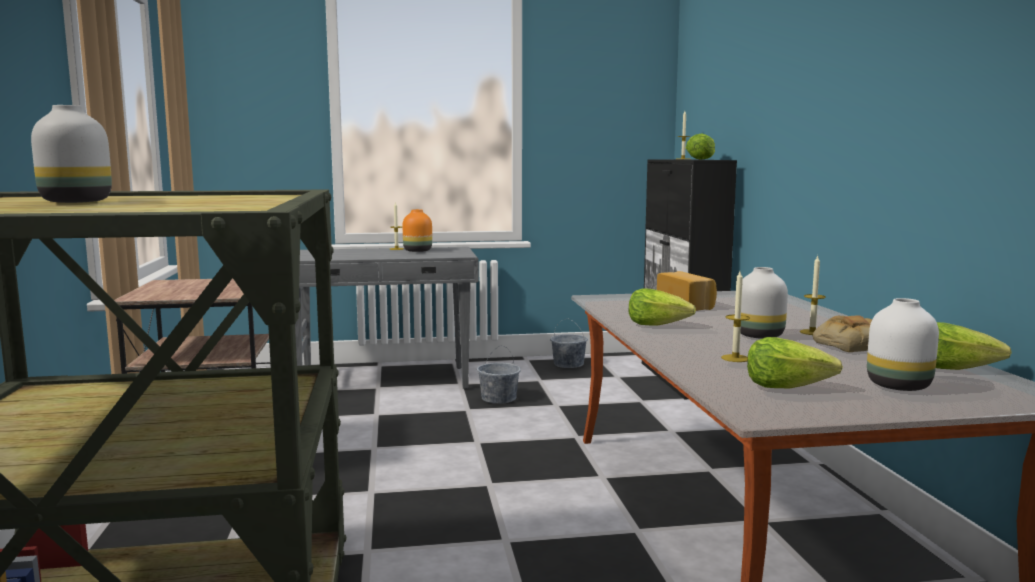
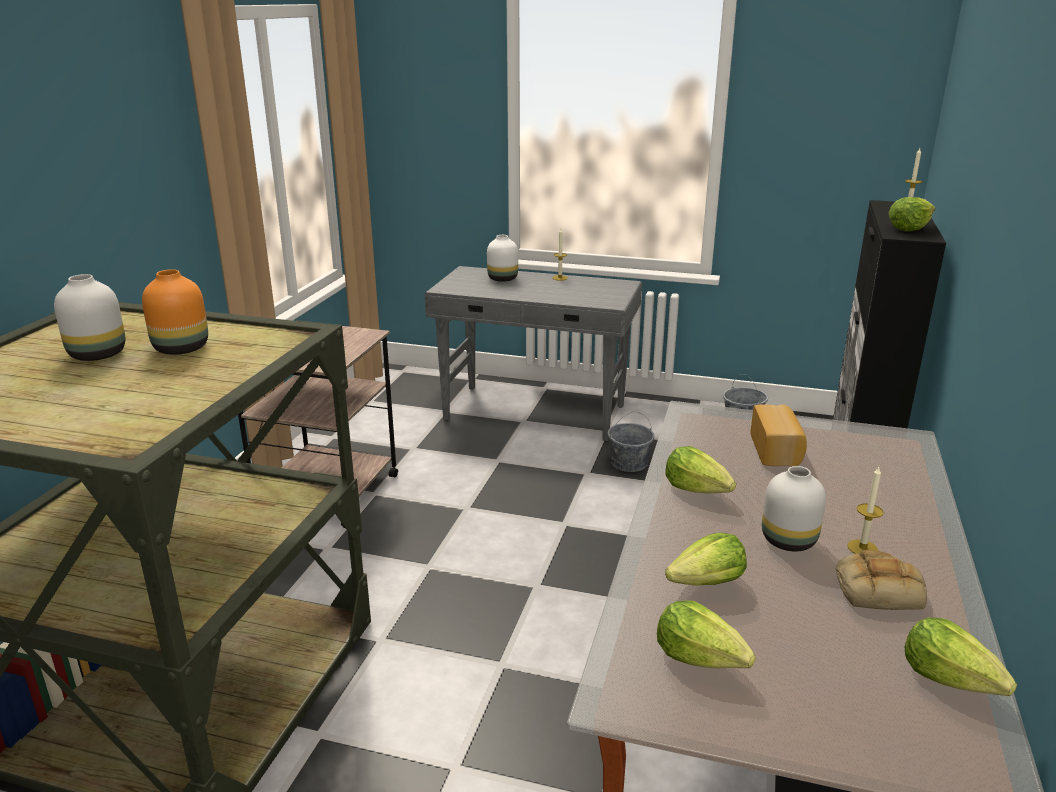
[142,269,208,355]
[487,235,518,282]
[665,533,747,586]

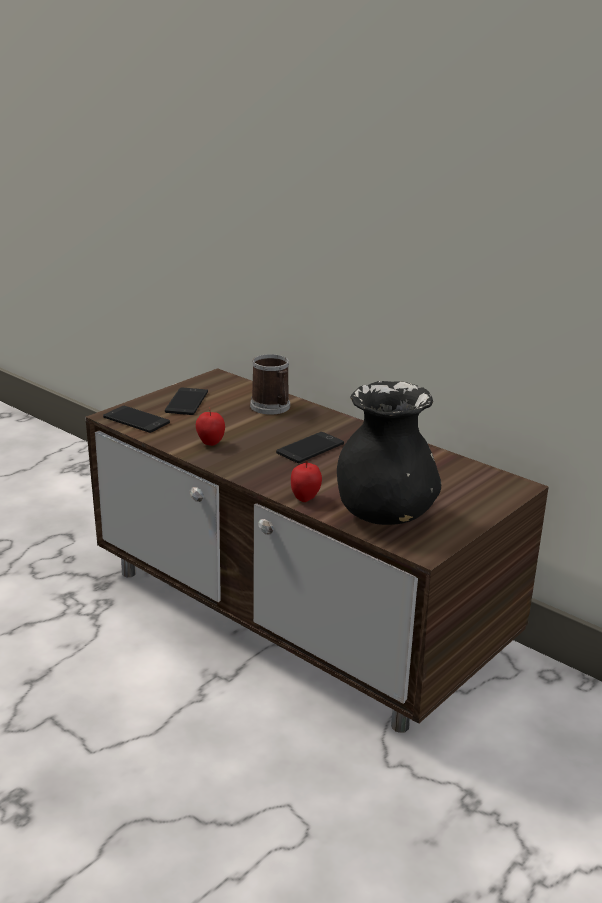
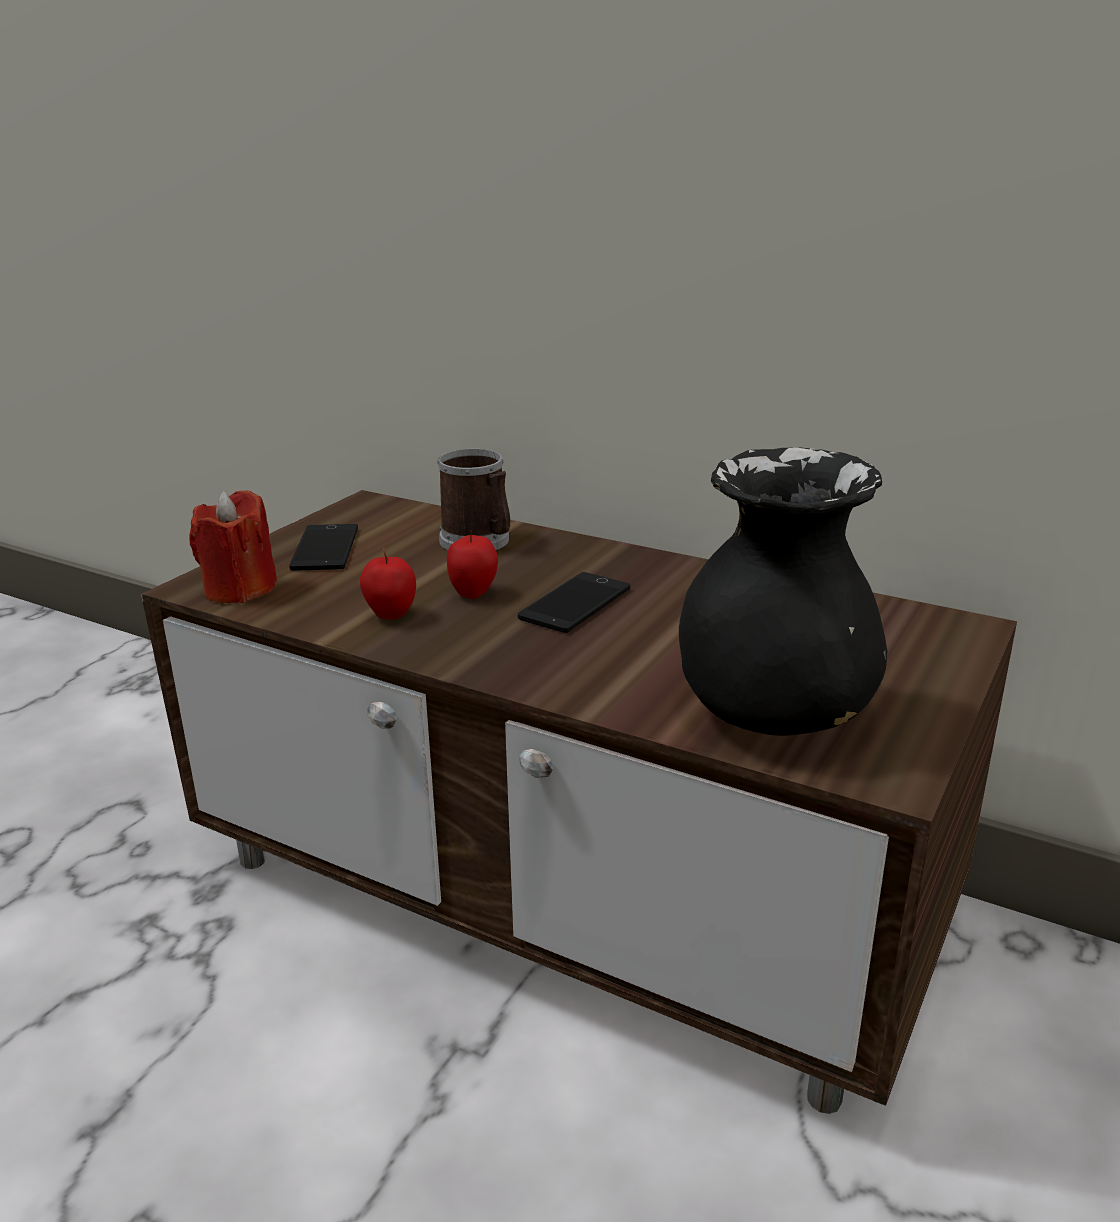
[189,490,277,603]
[447,530,498,599]

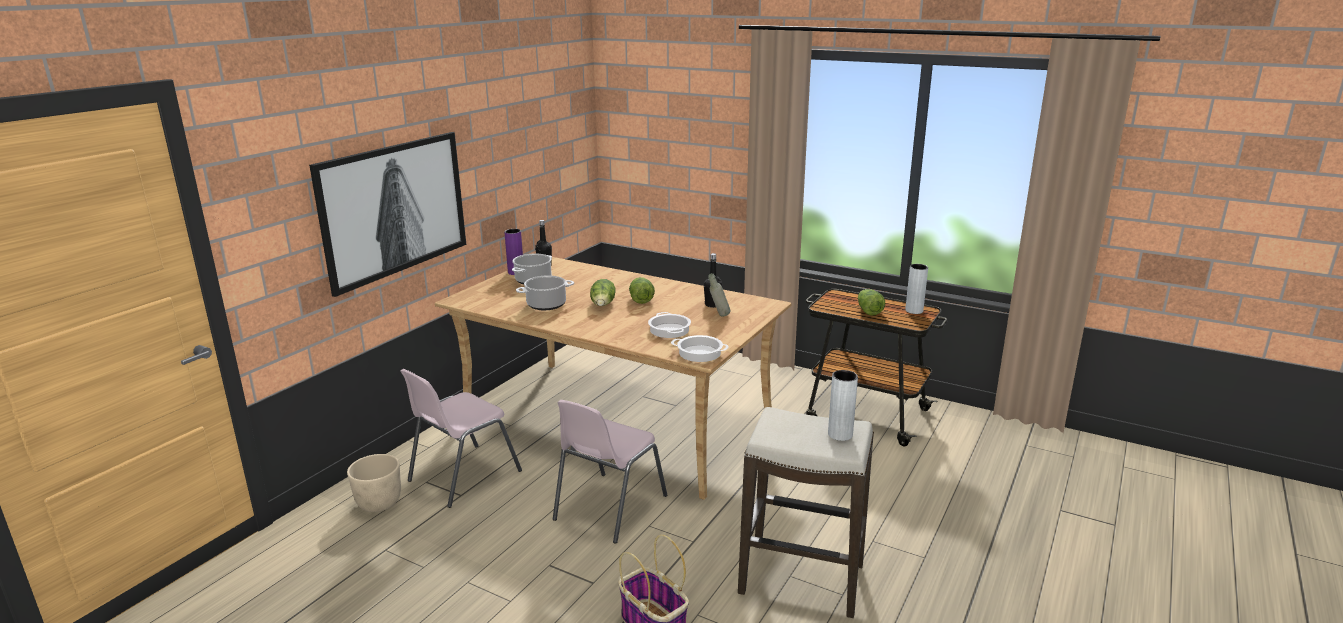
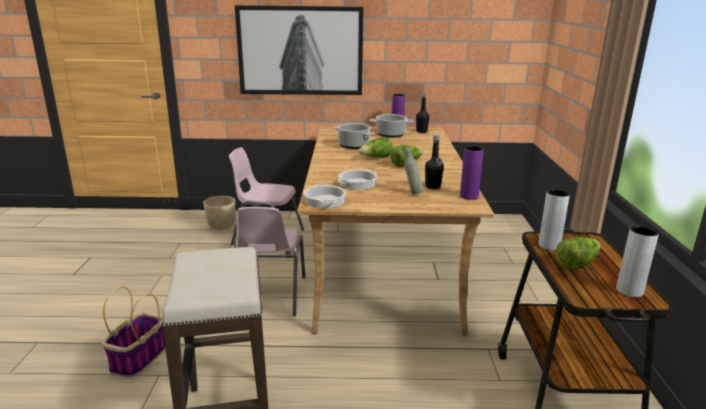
[232,207,305,316]
[460,146,484,200]
[538,189,570,250]

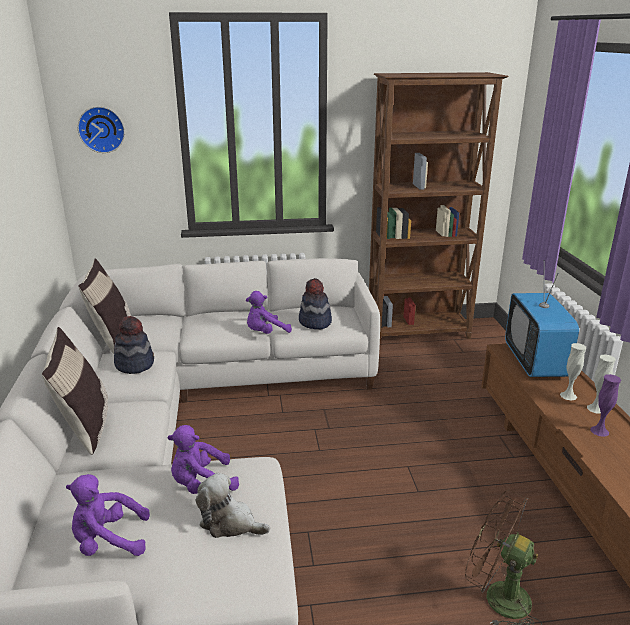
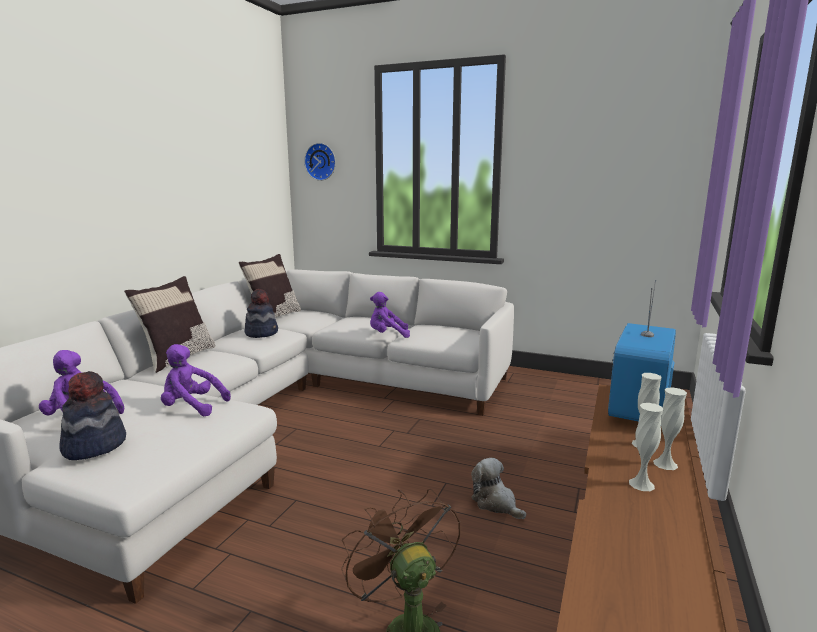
[59,371,126,460]
[471,458,526,519]
[629,403,664,491]
[369,72,508,341] (first image)

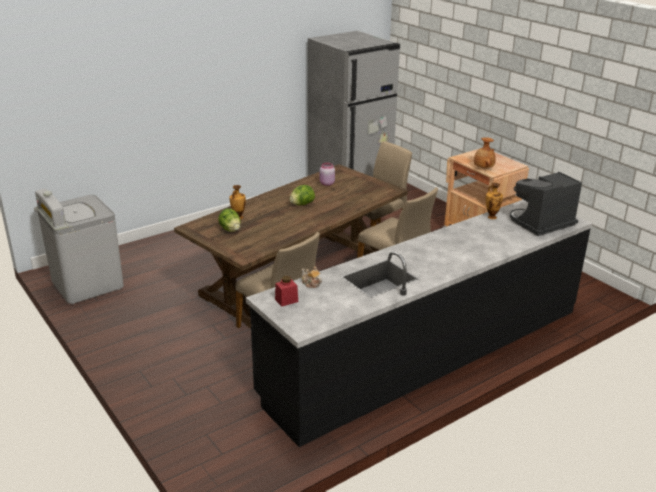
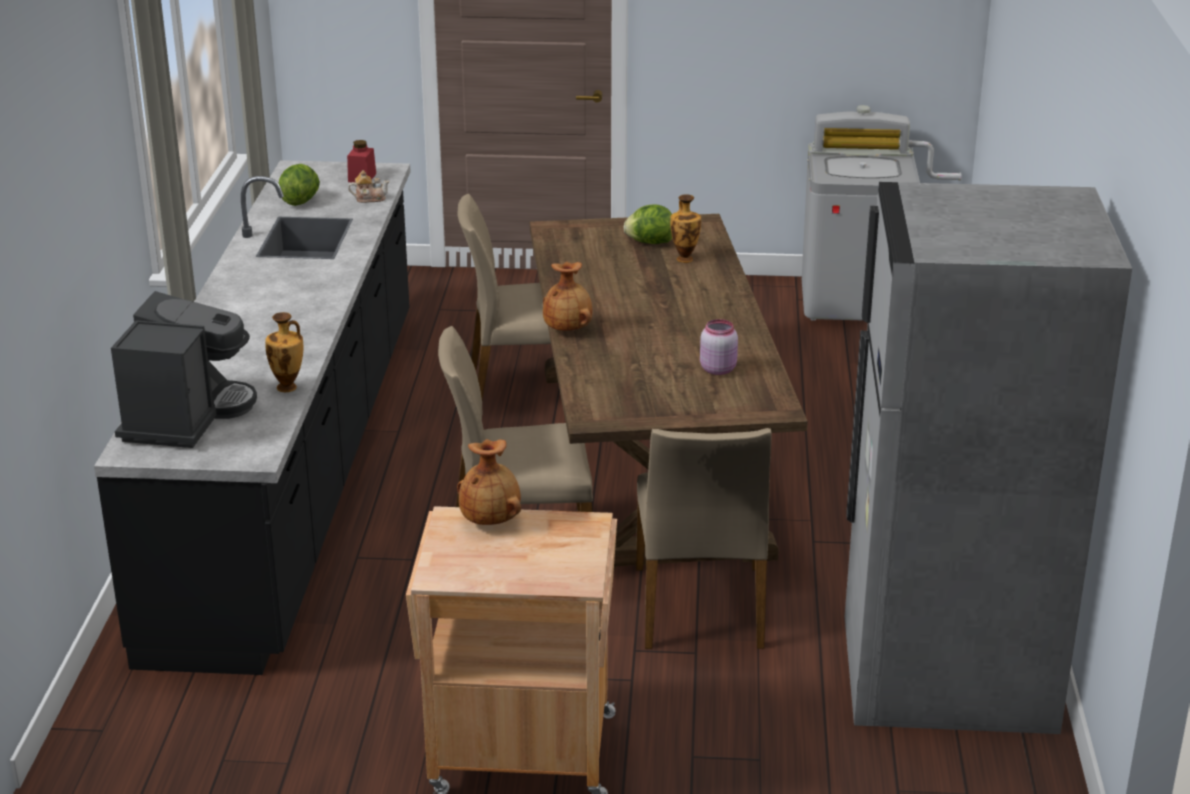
[279,164,320,206]
[543,262,592,331]

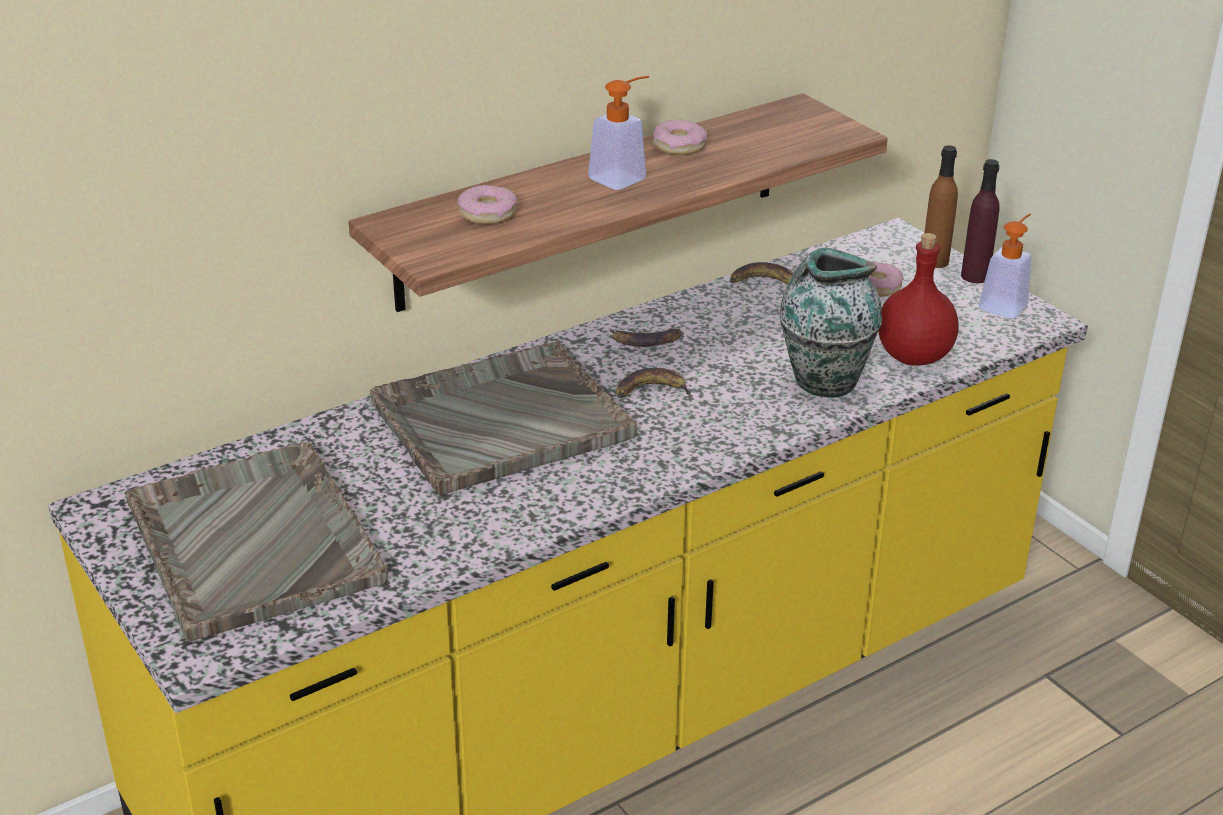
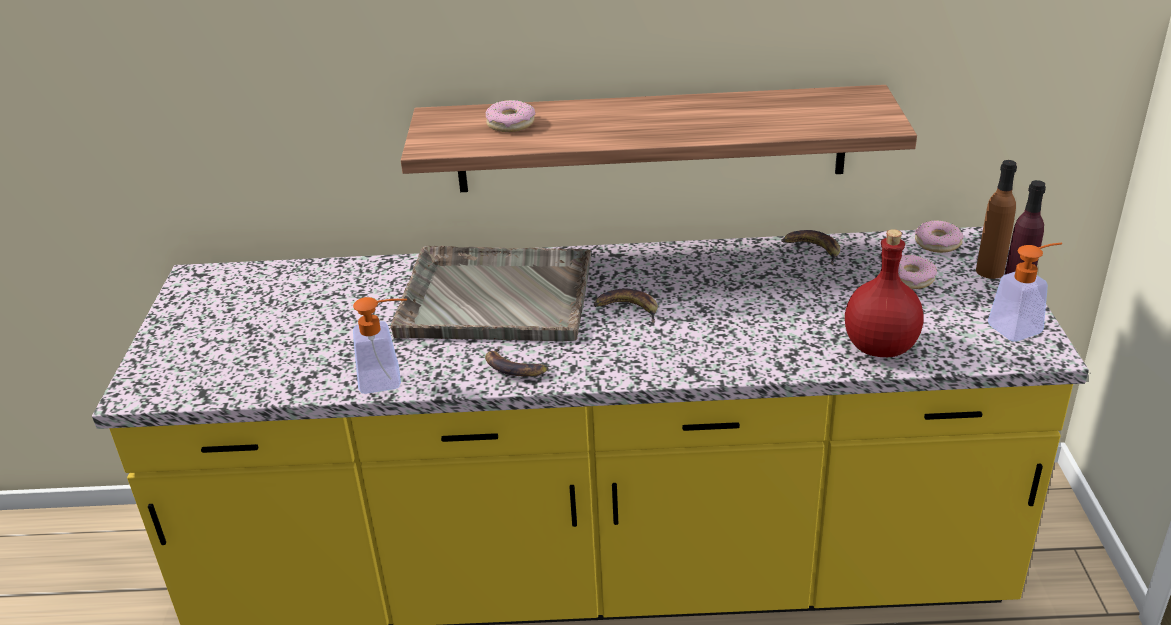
[353,297,407,394]
[485,346,549,377]
[915,220,964,253]
[125,441,388,641] (first image)
[780,247,882,398] (first image)

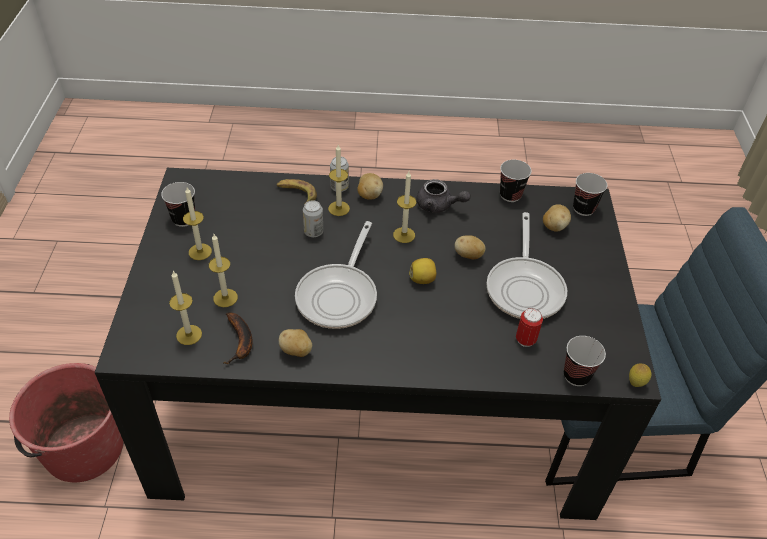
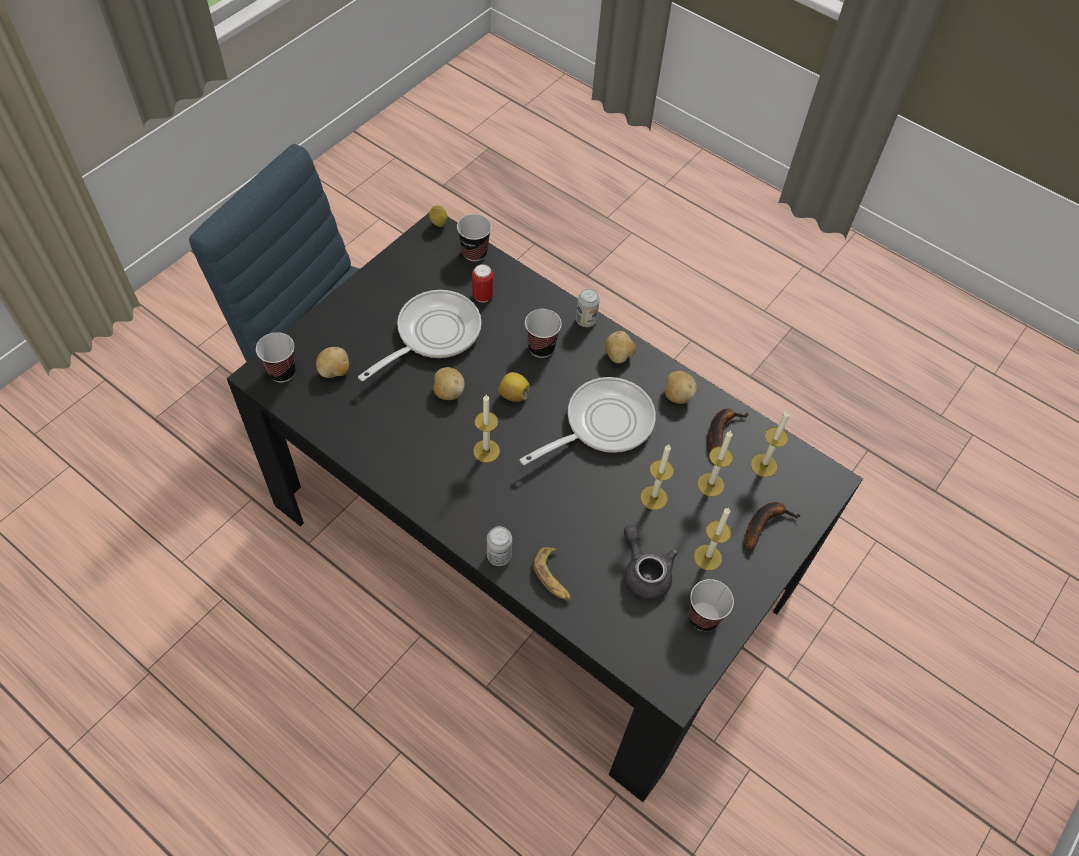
[525,309,562,358]
[576,288,600,327]
[605,331,636,363]
[624,525,679,600]
[641,444,674,510]
[745,502,800,551]
[9,363,123,483] (first image)

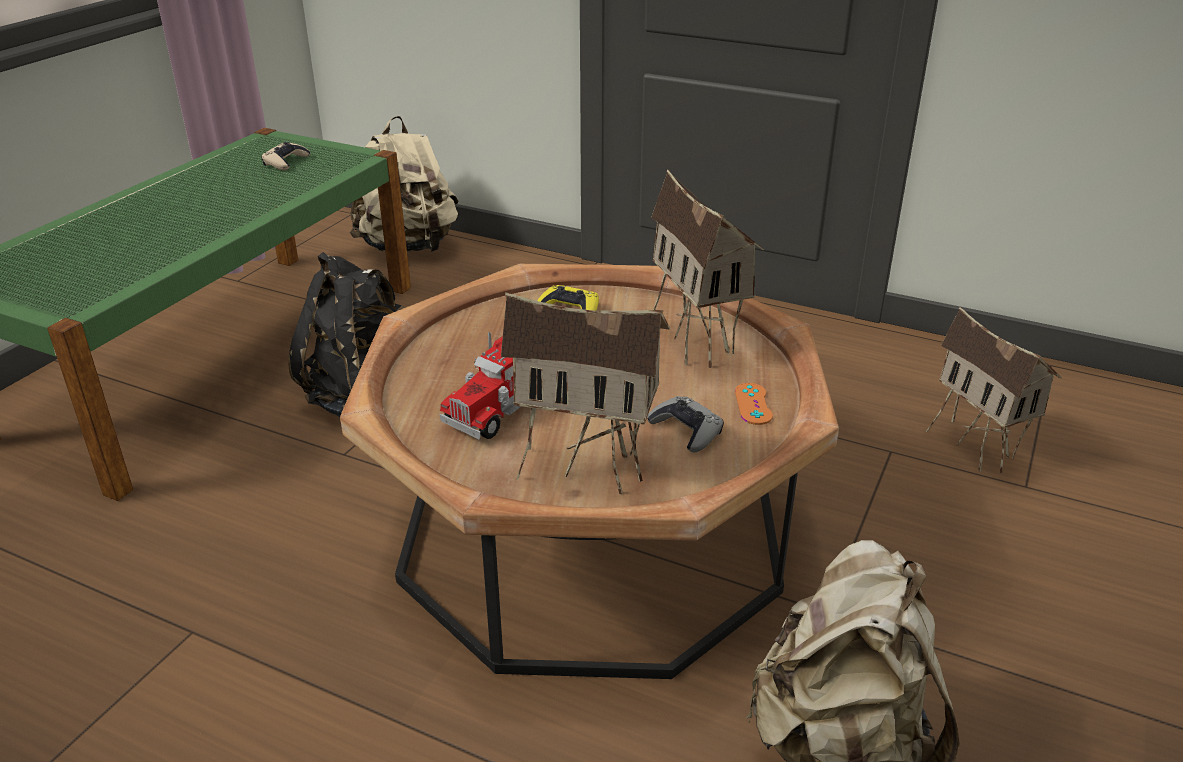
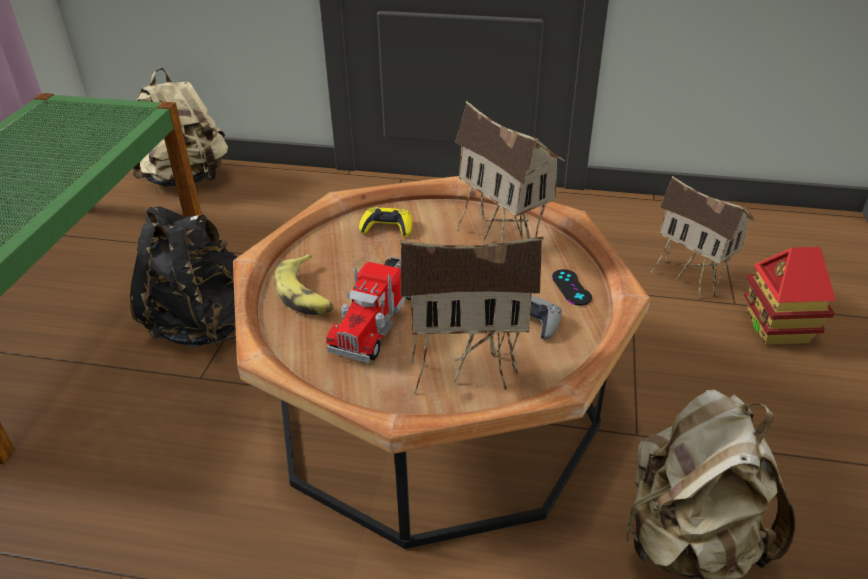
[275,254,334,315]
[552,269,592,306]
[744,247,836,345]
[261,142,310,170] (first image)

